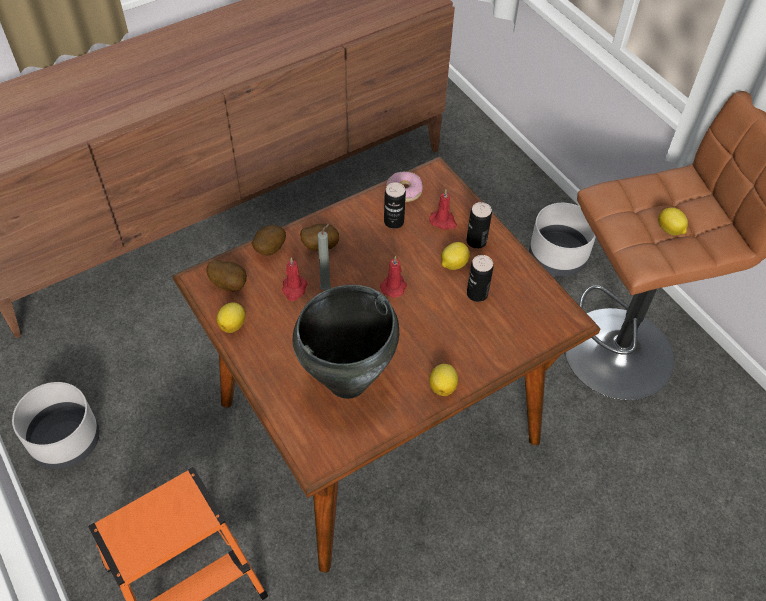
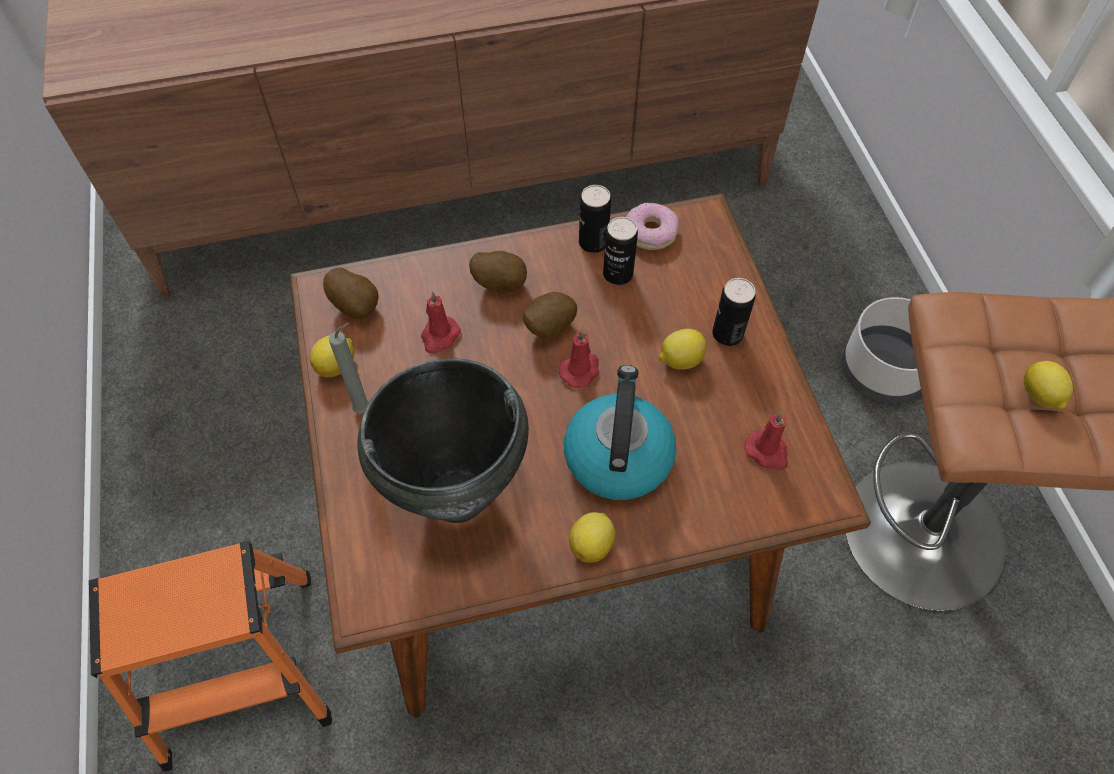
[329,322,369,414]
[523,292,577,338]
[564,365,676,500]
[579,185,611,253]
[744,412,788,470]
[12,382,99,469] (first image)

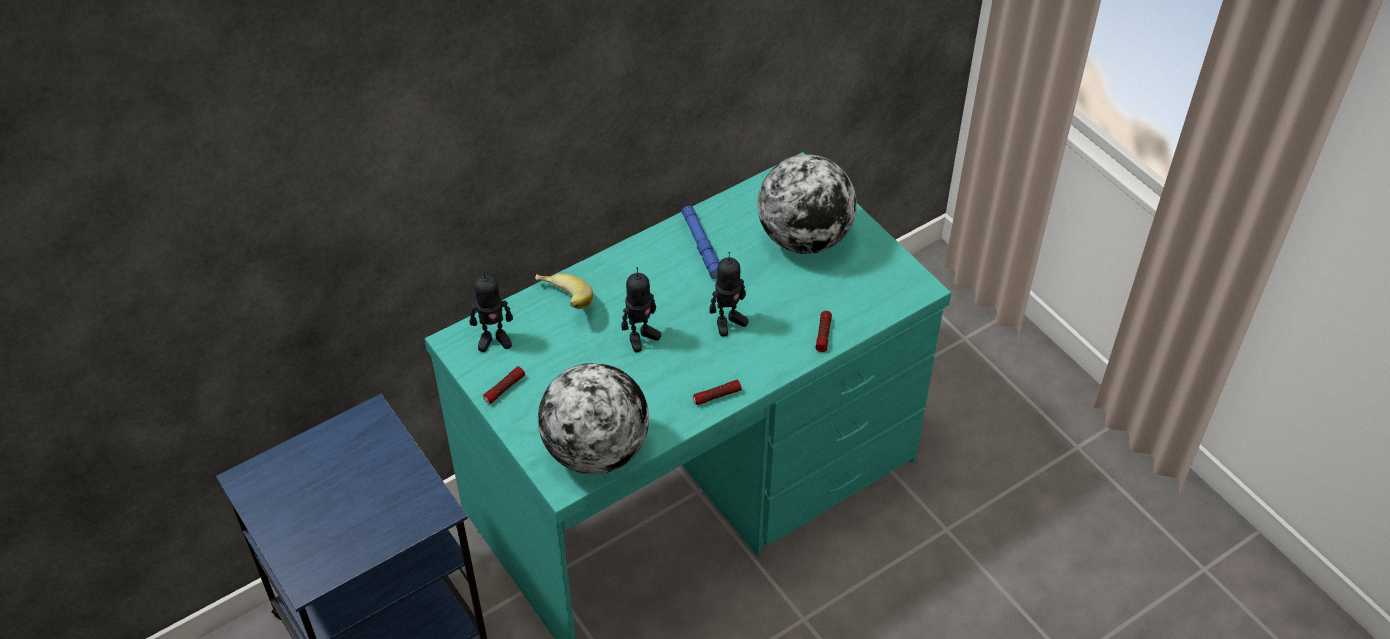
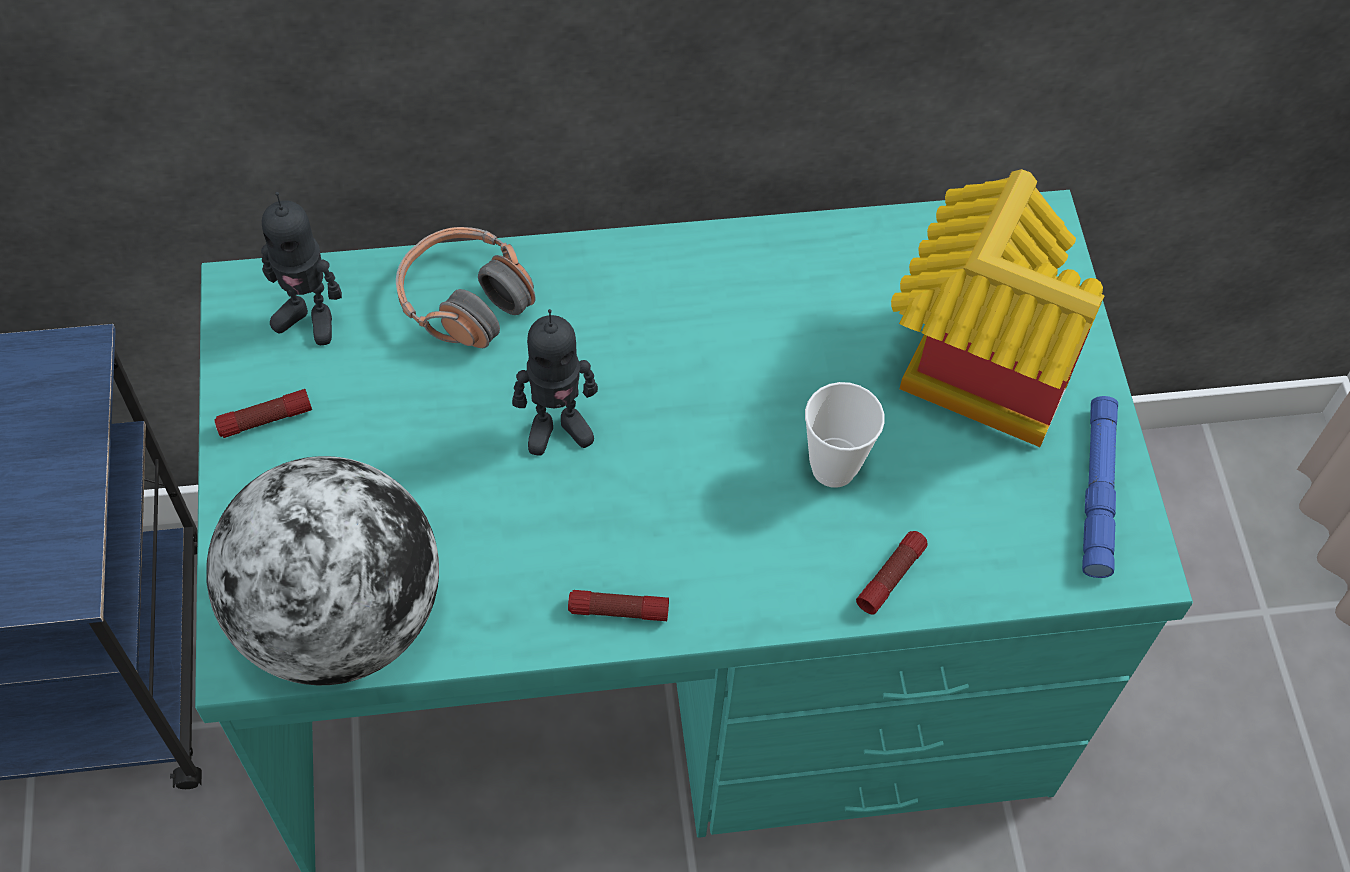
[396,227,535,348]
[805,382,885,488]
[891,169,1105,447]
[1082,396,1118,578]
[709,252,749,336] (first image)

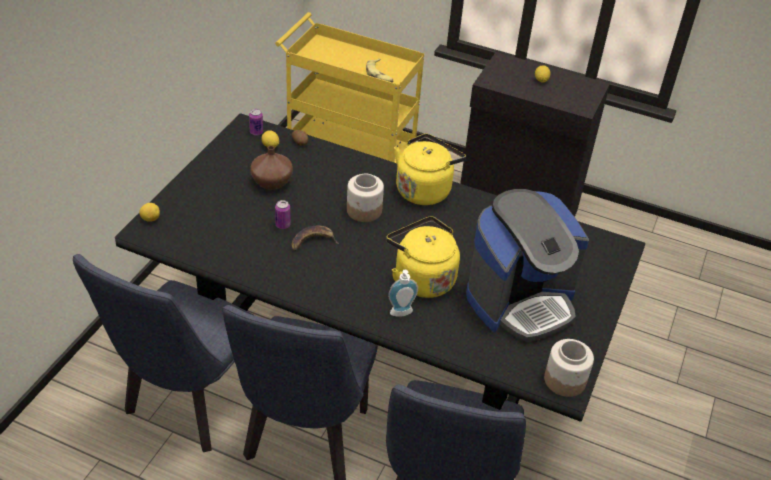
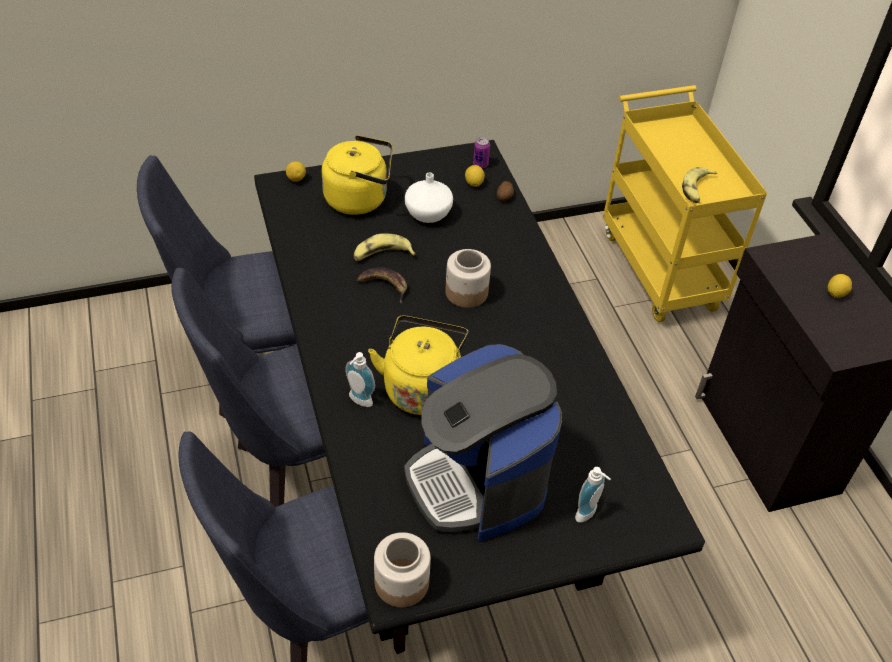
[322,135,392,215]
[354,233,416,261]
[404,344,562,541]
[405,172,453,223]
[575,467,610,523]

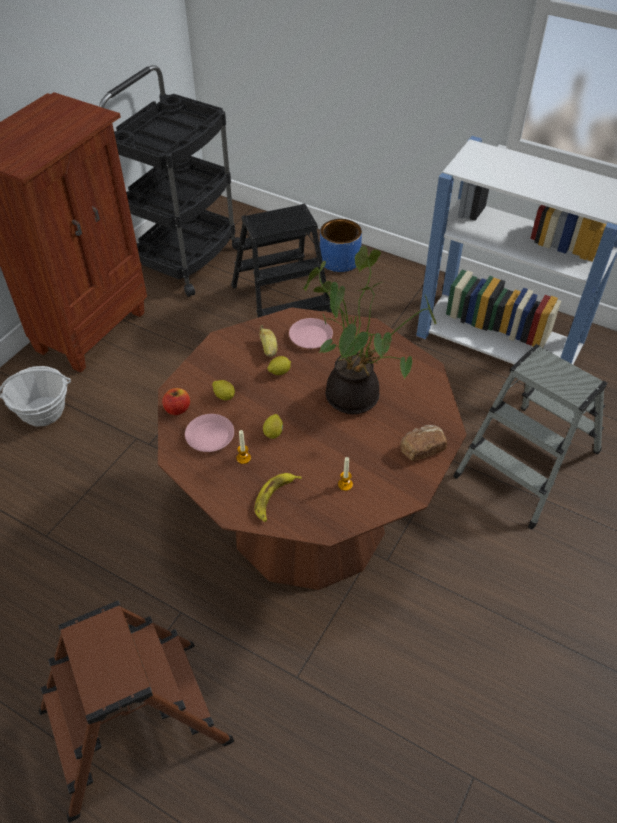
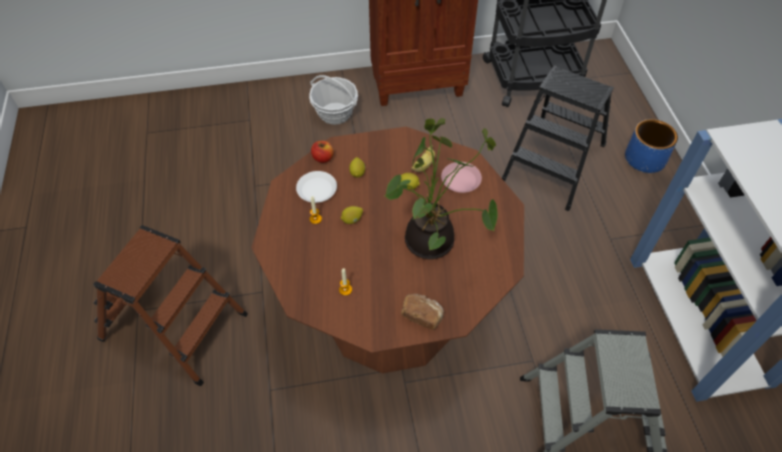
[296,171,337,203]
[254,473,302,522] (first image)

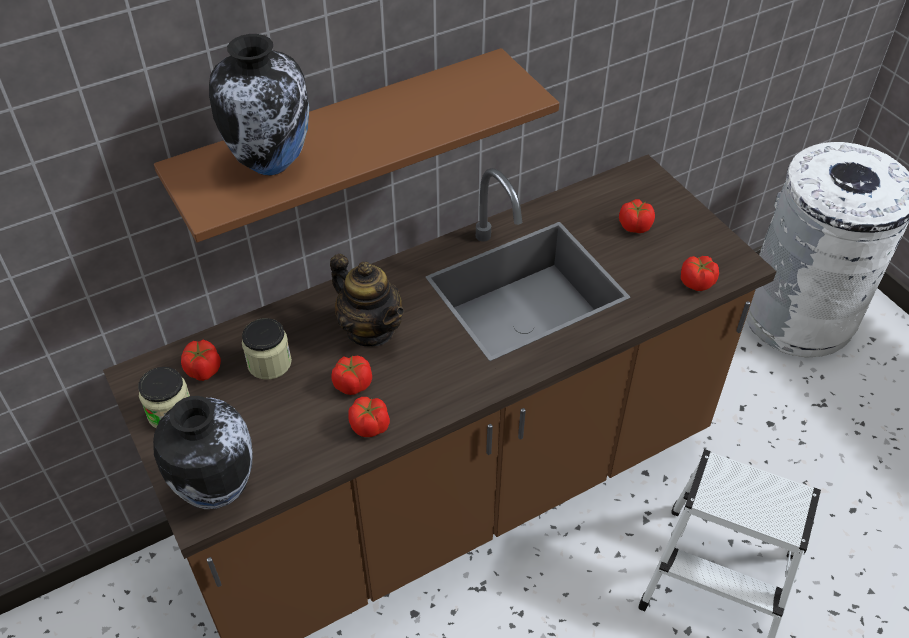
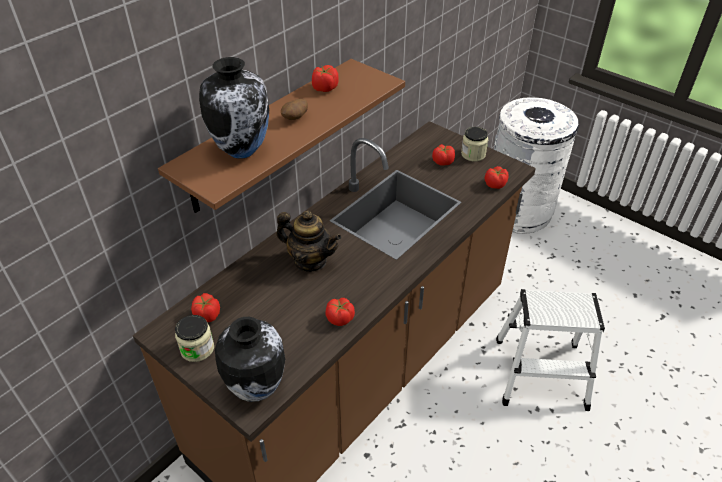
[281,99,308,120]
[312,65,339,92]
[461,127,488,161]

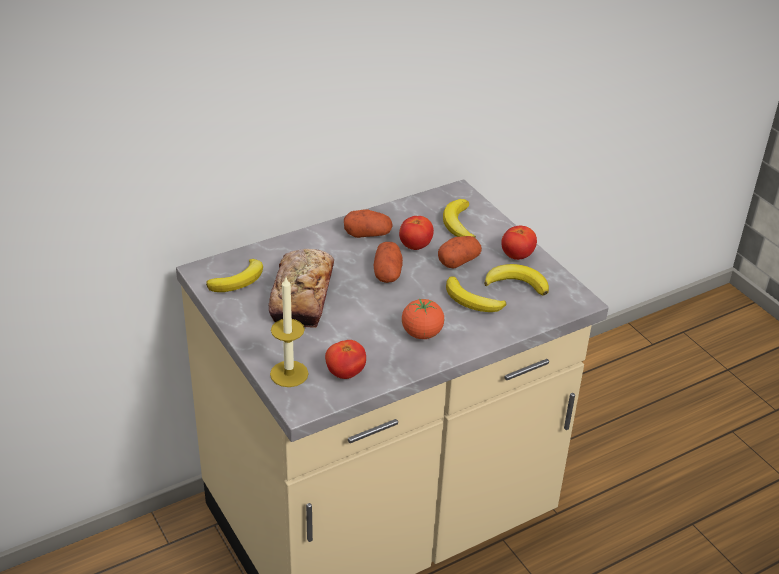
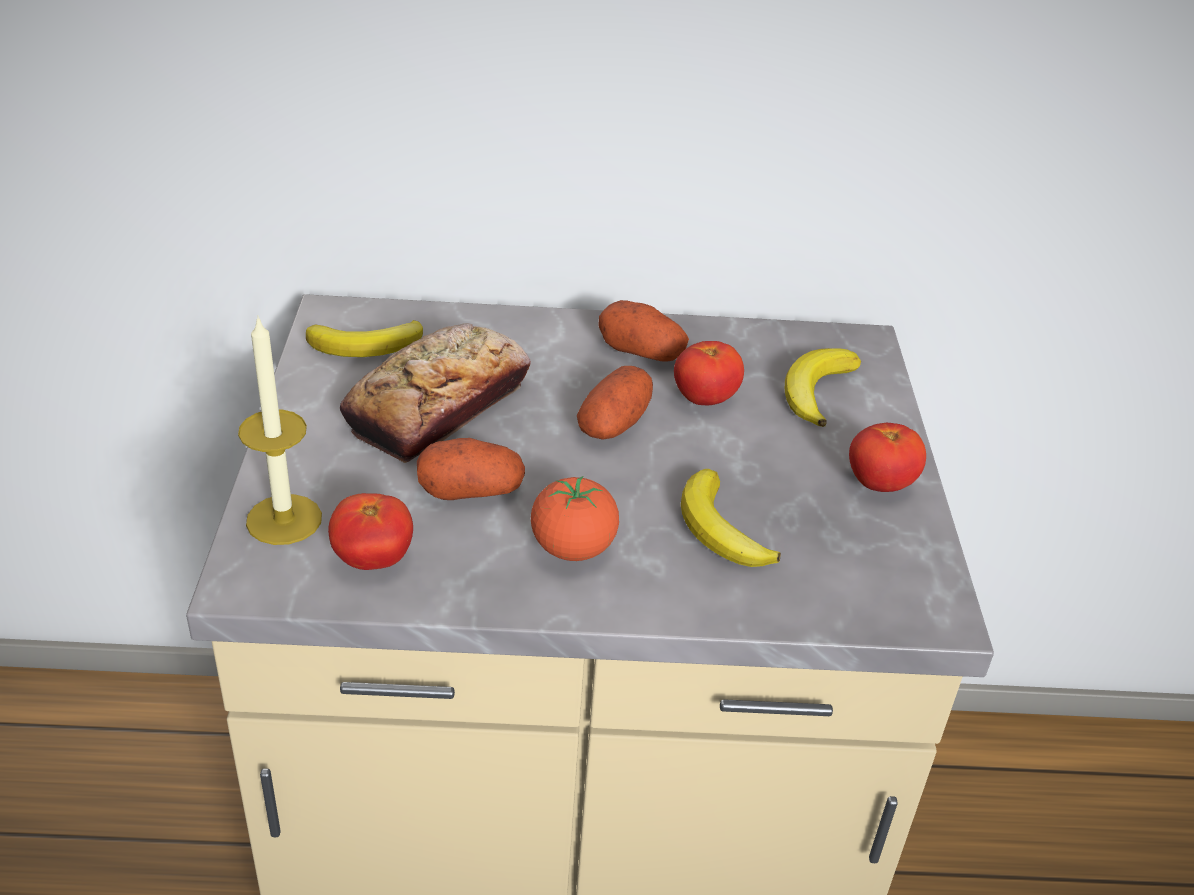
[417,438,525,500]
[484,264,549,296] (first image)

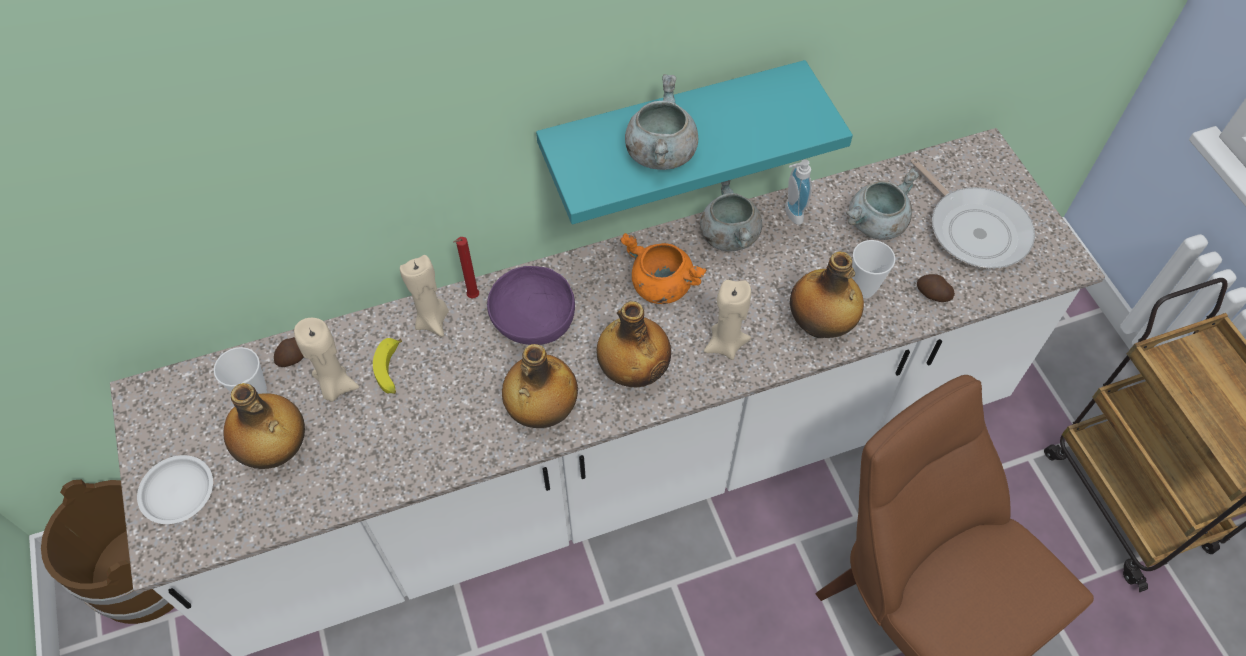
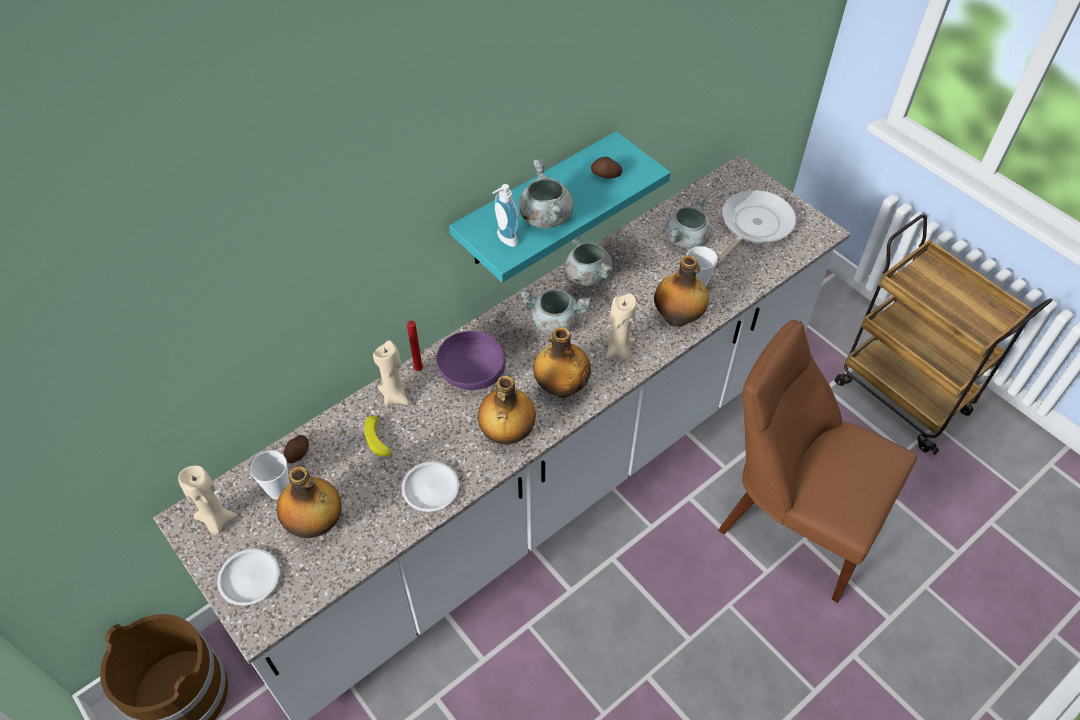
[178,465,238,534]
[401,461,459,512]
[492,184,518,247]
[519,289,591,335]
[591,157,622,178]
[717,190,796,264]

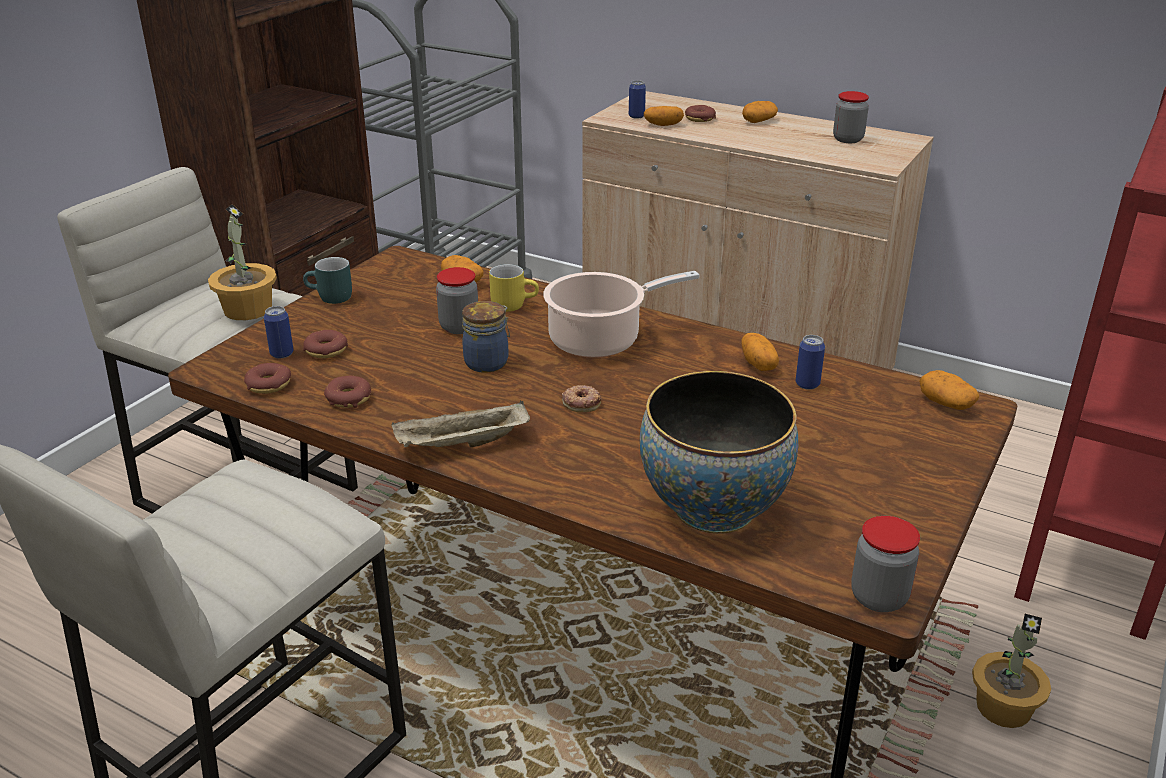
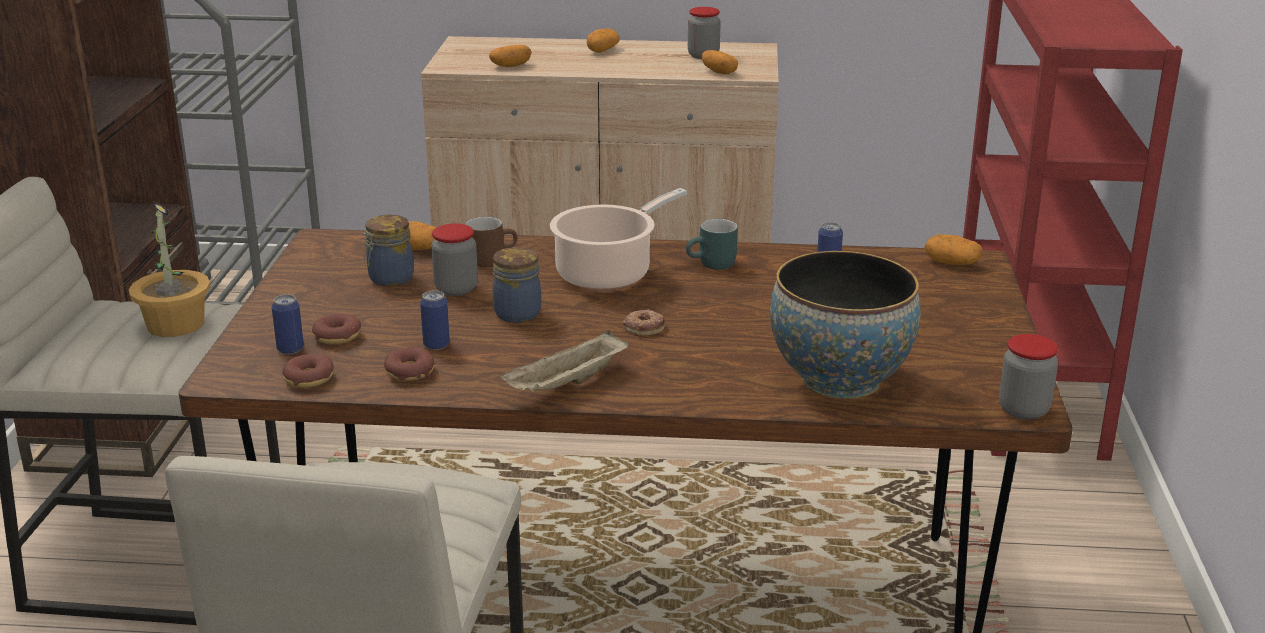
[363,215,414,286]
[420,290,450,350]
[465,217,518,267]
[686,219,738,270]
[702,50,738,74]
[685,105,716,122] (first image)
[972,614,1051,728] (first image)

